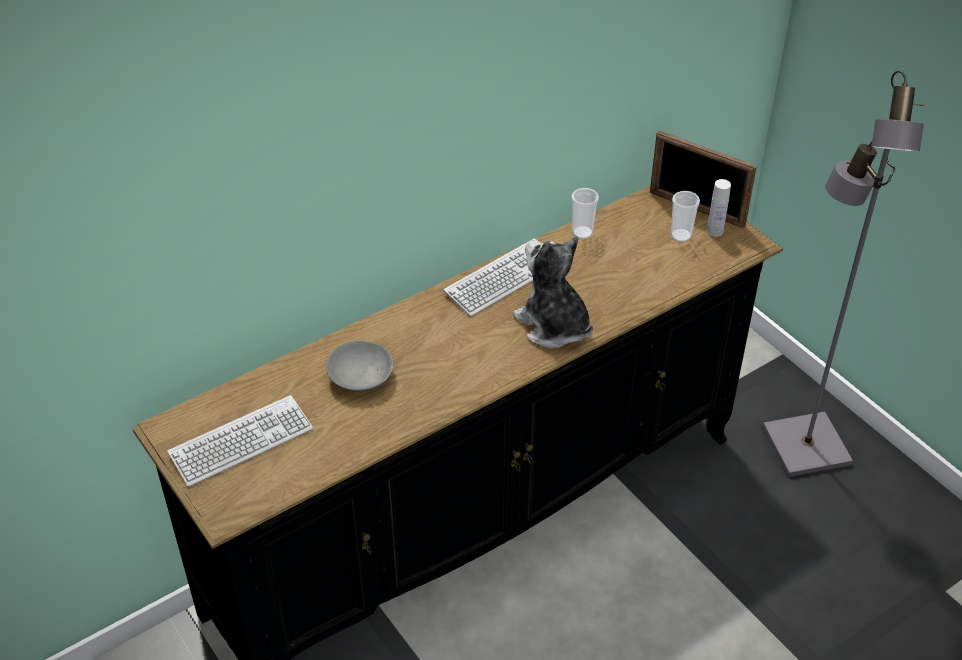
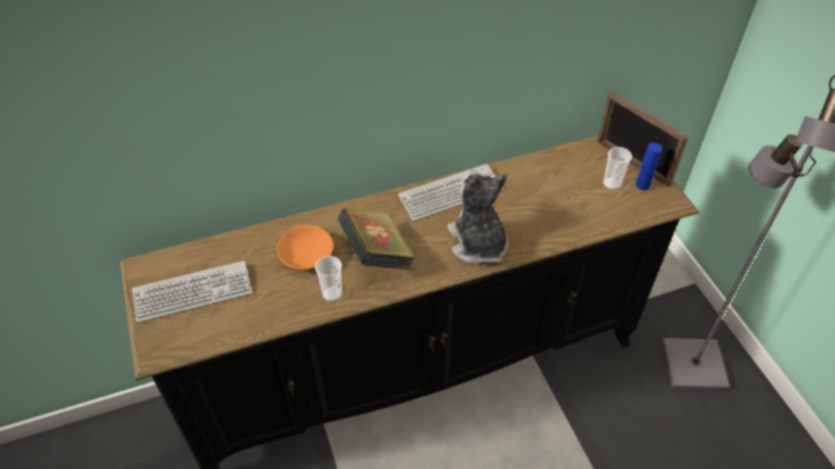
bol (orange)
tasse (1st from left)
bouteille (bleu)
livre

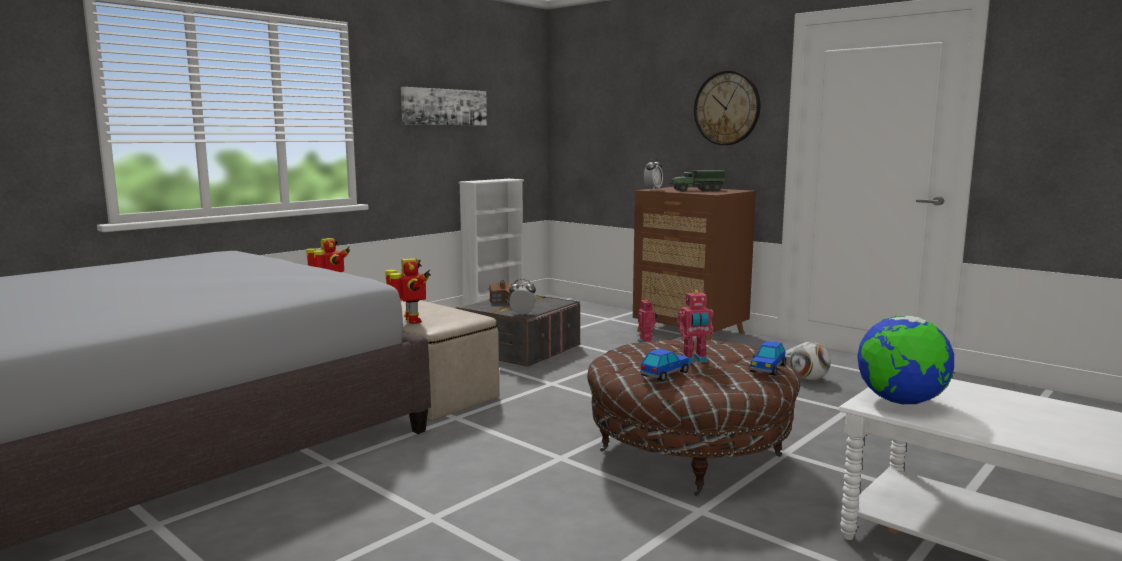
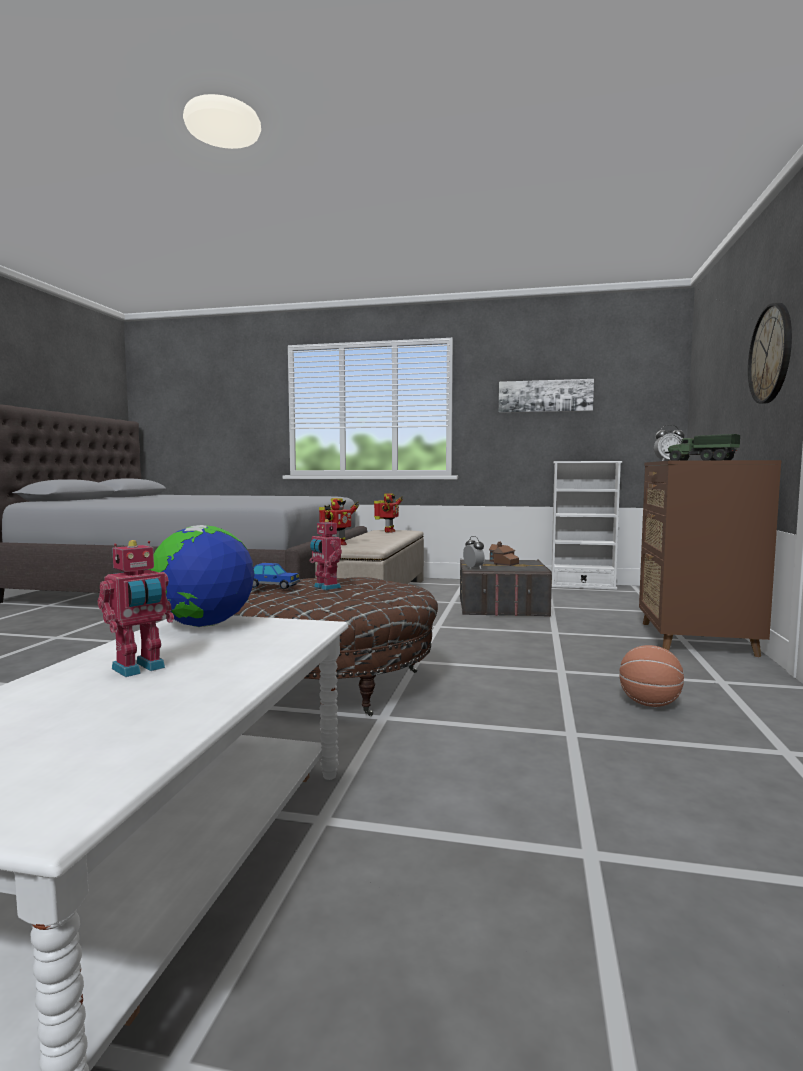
robot jouet (1st from left)
petite voiture (2nd from left in the first image)
ballon de basket

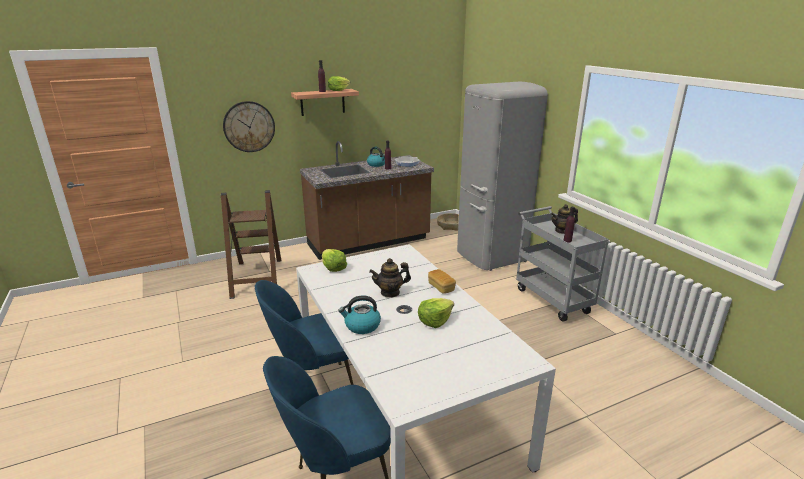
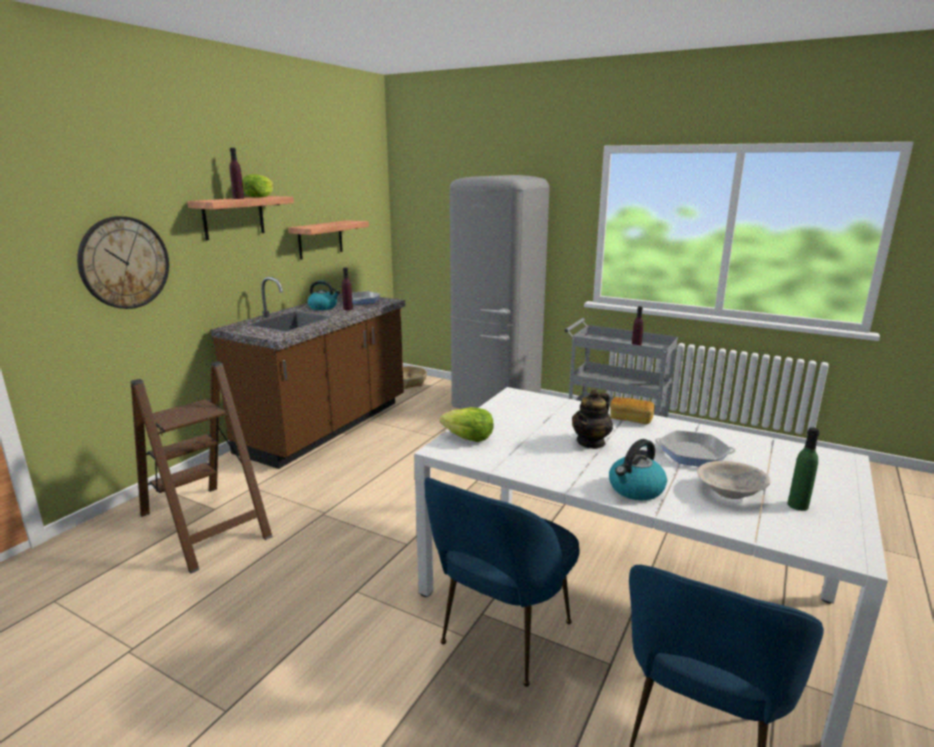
poêle (2nd from left)
théière (2nd from left in the first image)
étagère (2nd from left)
bol (beige)
bouteille (vert)

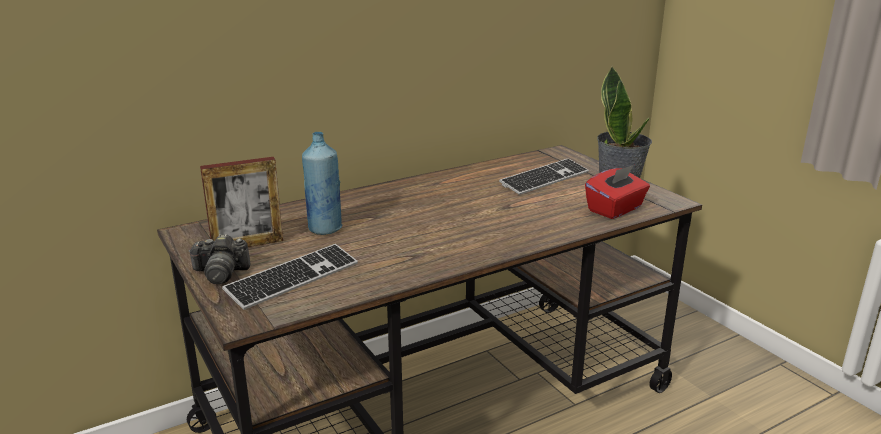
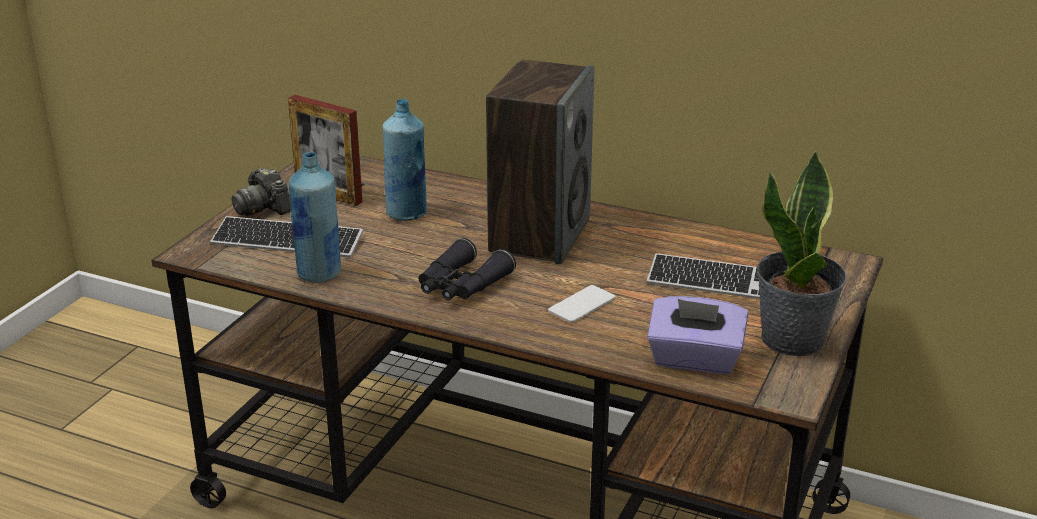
boîte à mouchoirs (violet)
bouteille (bleu) (1st from left)
jumelles (noir)
enceinte
téléphone

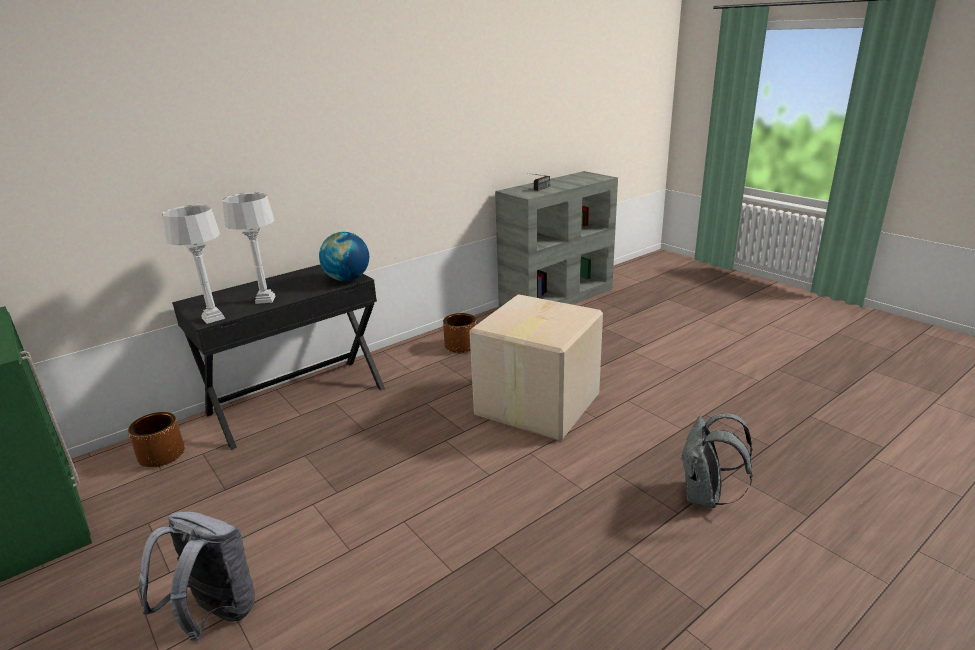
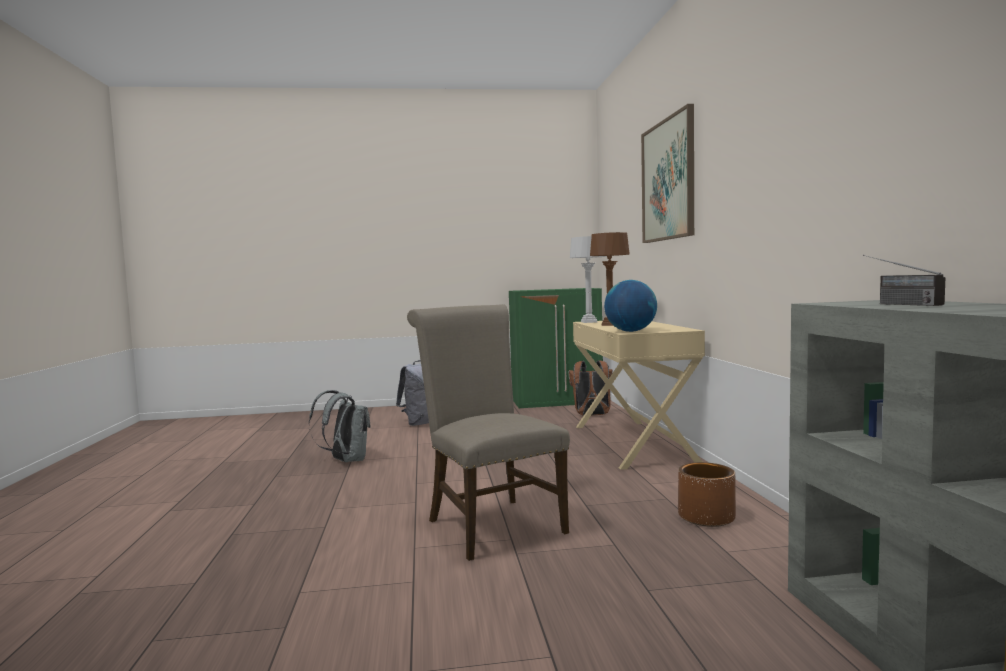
sac à dos (marron)
bureau (beige)
lampe de table (marron)
chaise (beige)
sac à dos (gris) (1st from left)
tableau

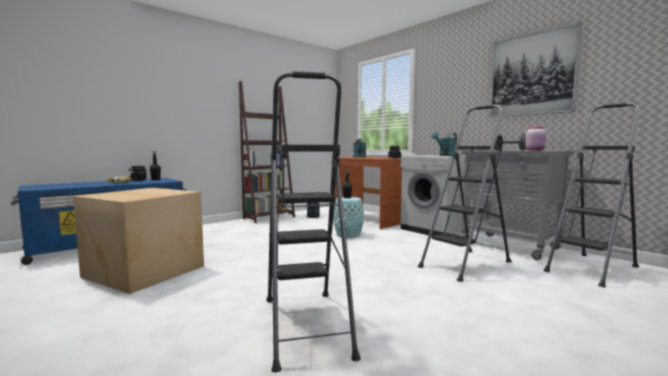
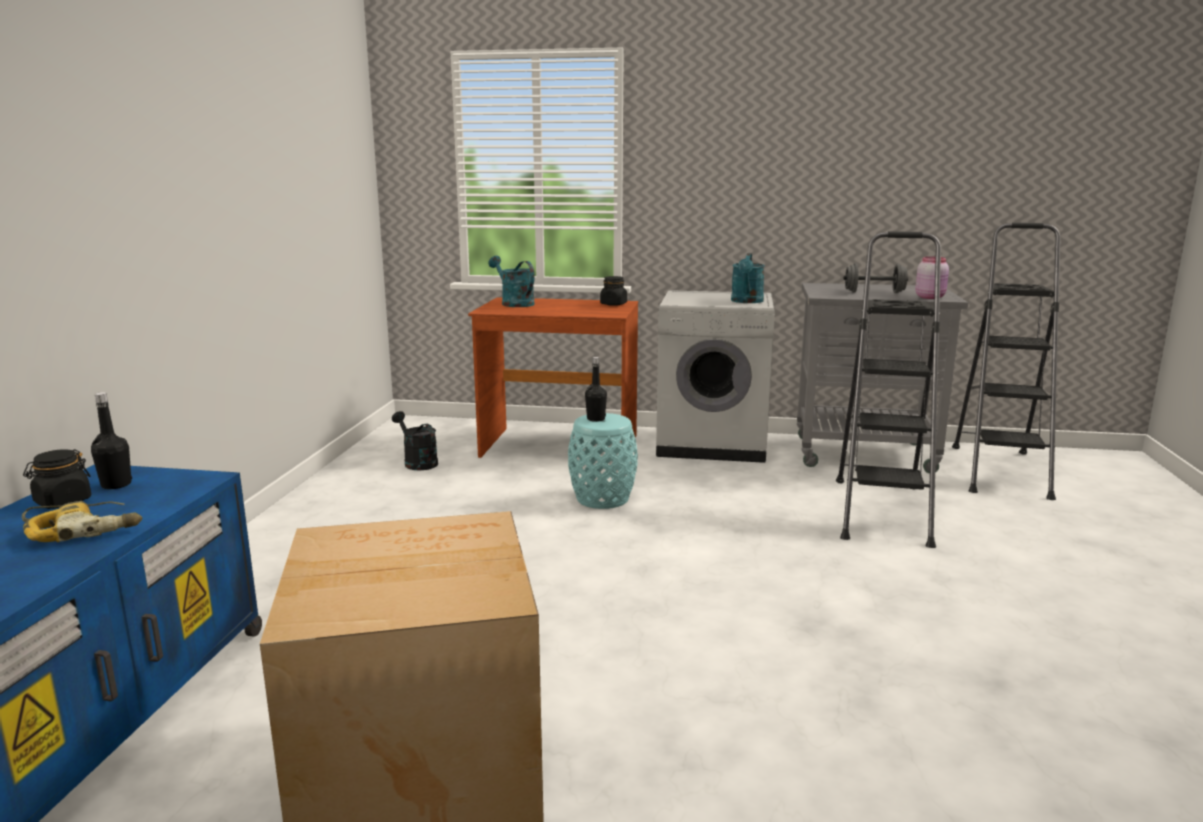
bibliothèque (marron)
escabeau (1st from left in the first image)
tableau

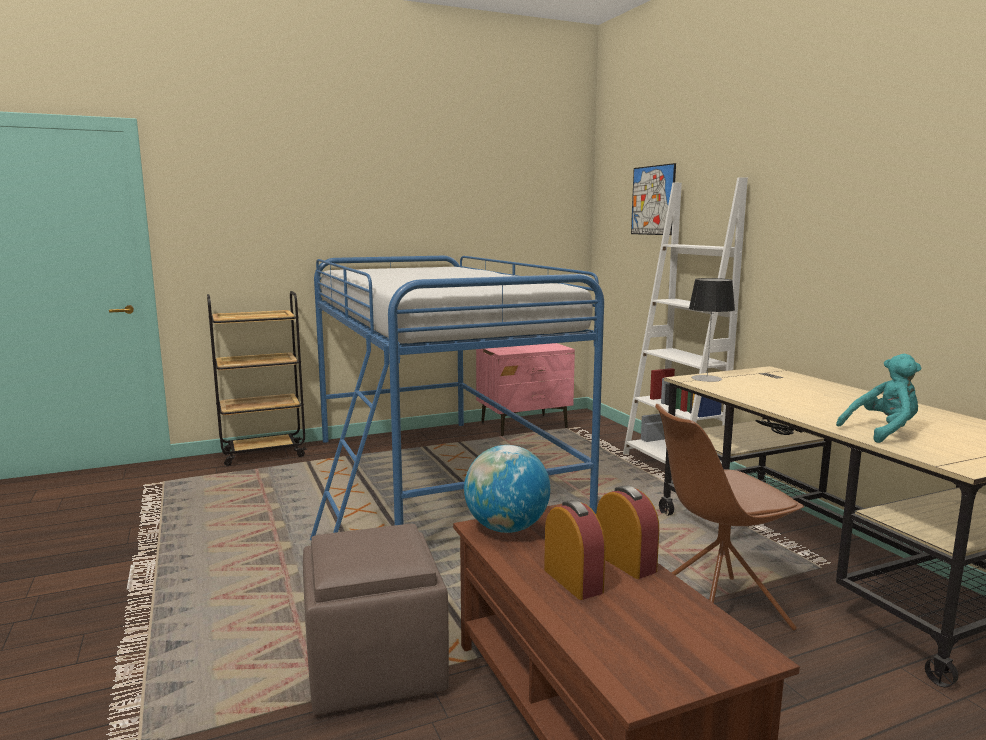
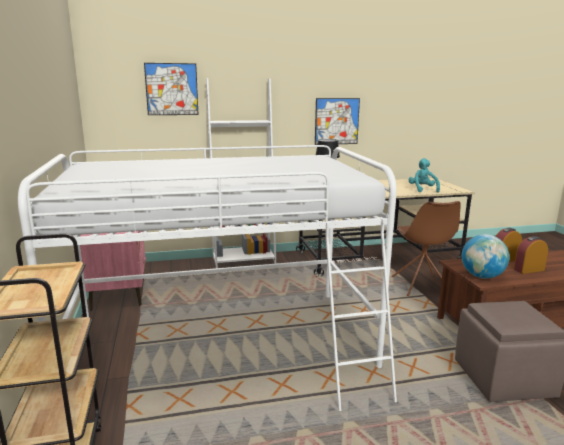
lit (blanc)
tableau (2nd from left)

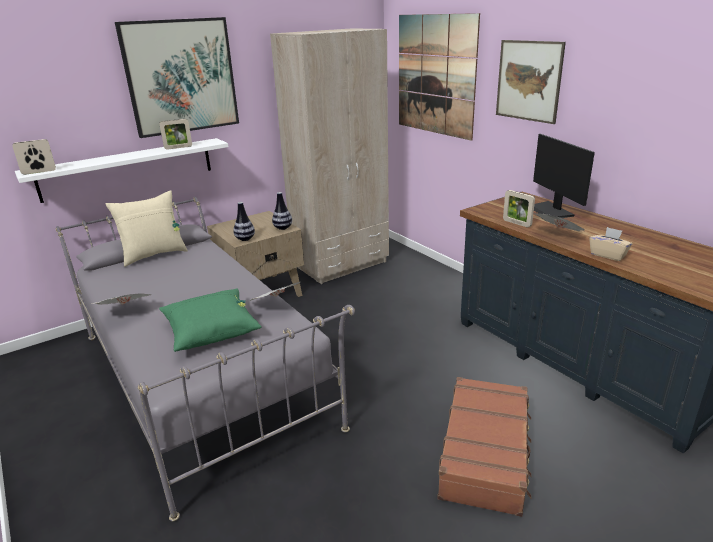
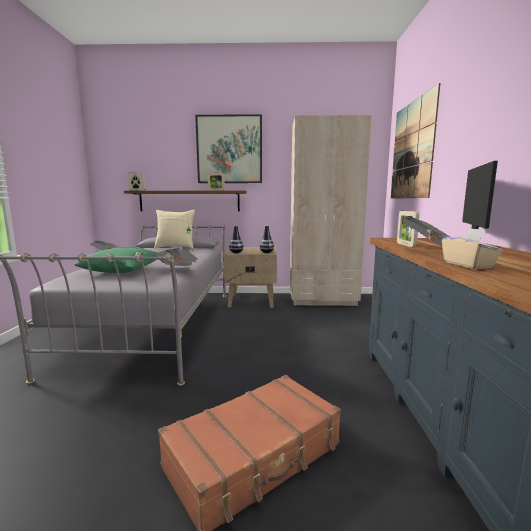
étagère (marron)
tableau (3rd from left in the first image)

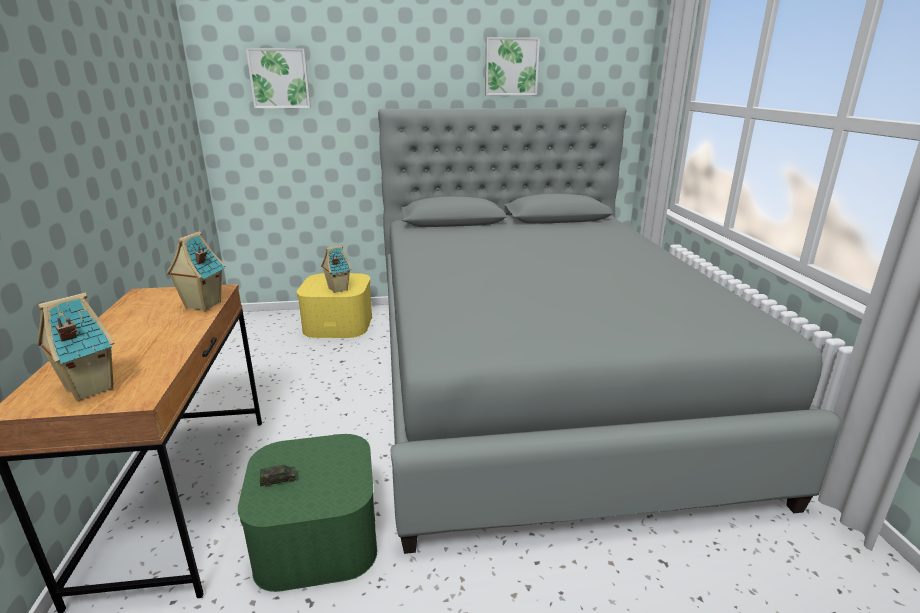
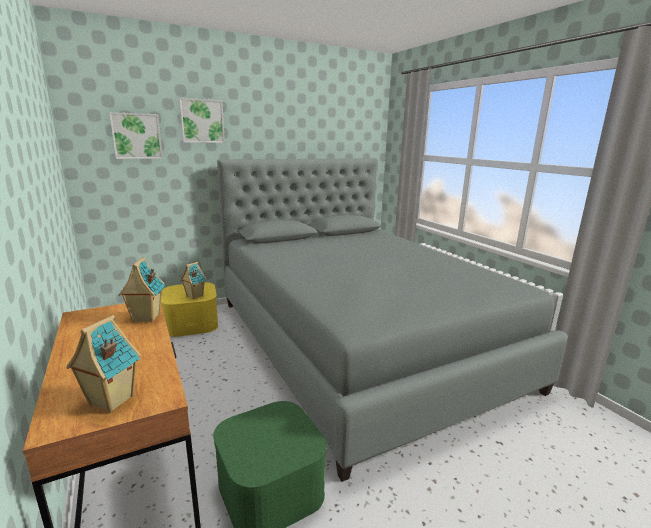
petite voiture
tableau (2nd from left)

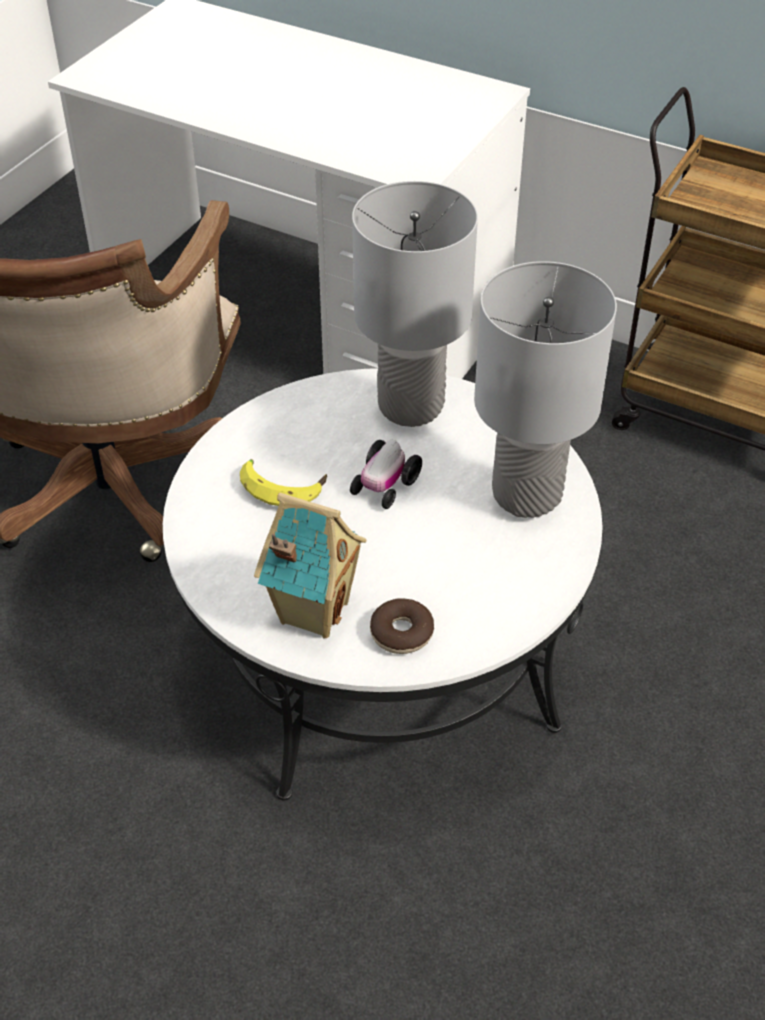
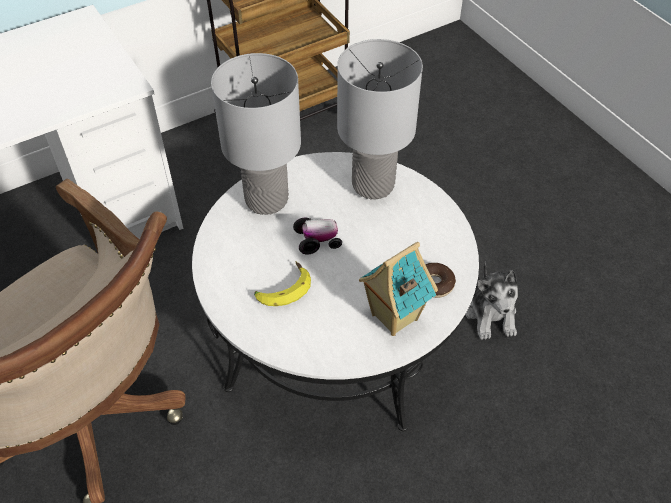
petite voiture
peluche

